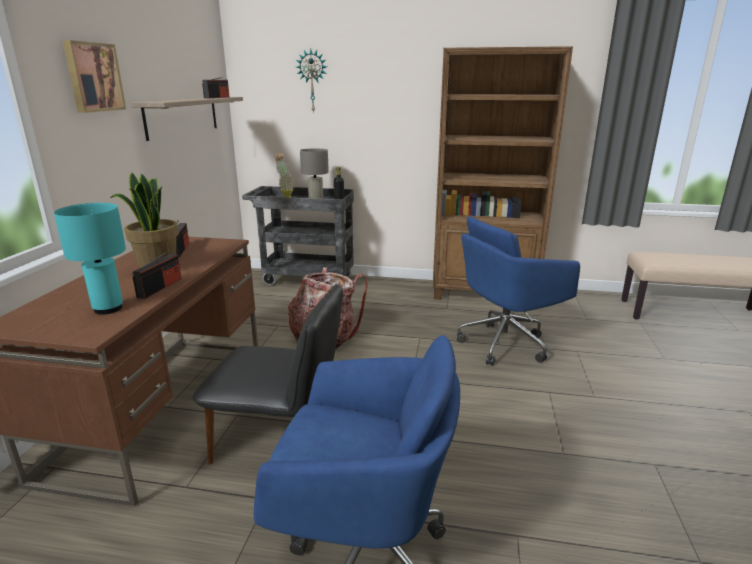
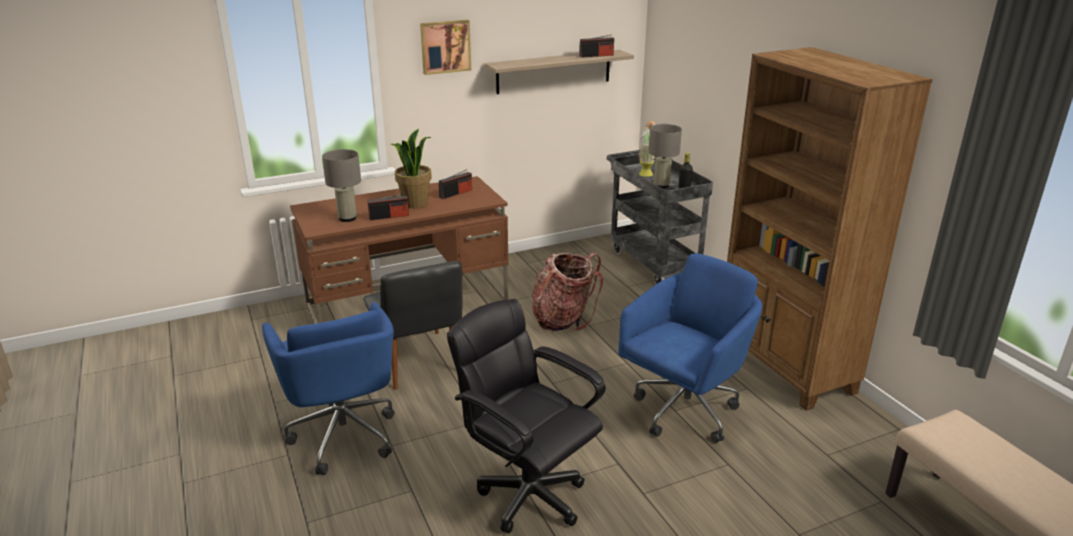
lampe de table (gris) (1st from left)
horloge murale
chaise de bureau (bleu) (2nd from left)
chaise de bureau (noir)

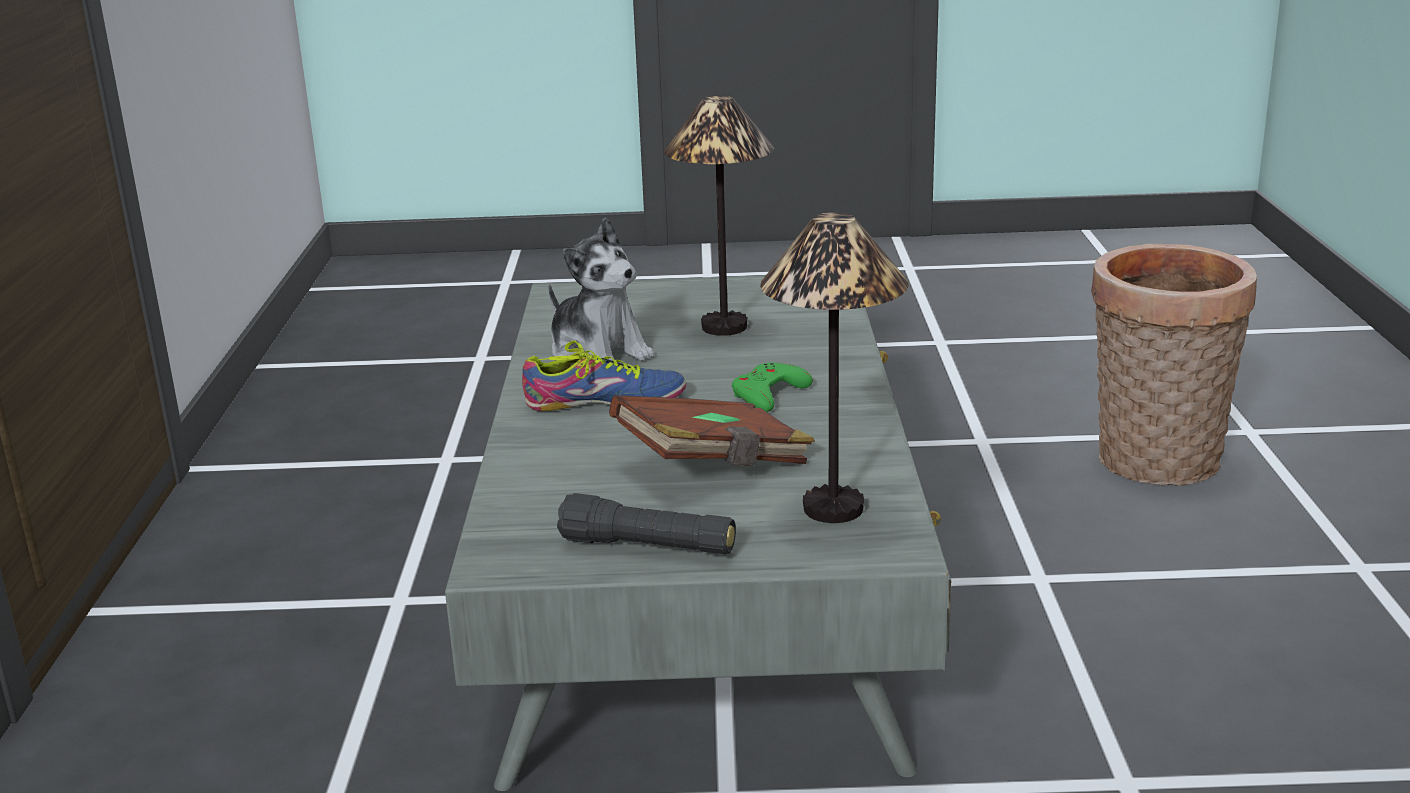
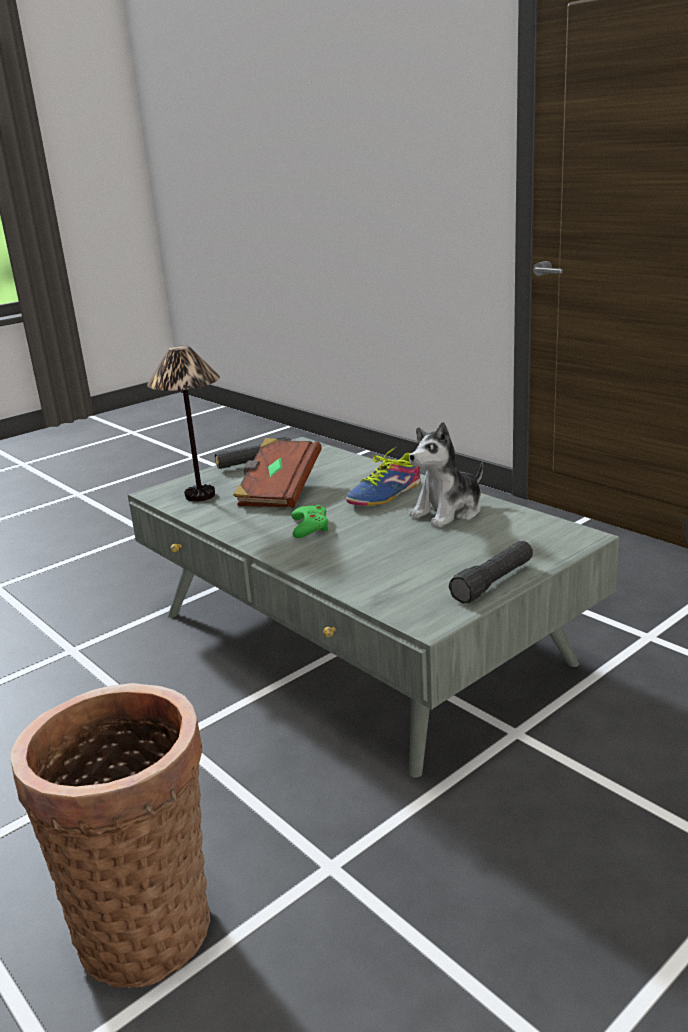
peluche
lampe de table (1st from left in the first image)
lampe de poche (noir) (2nd from left)

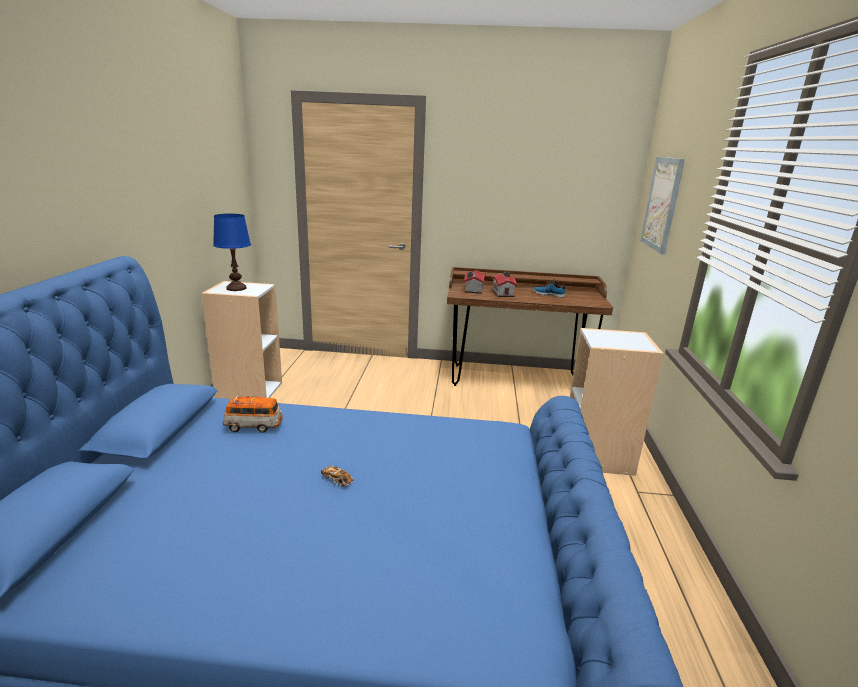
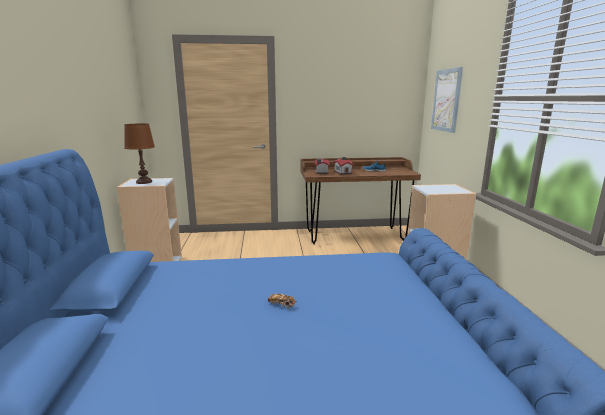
lampe de table (marron)
petite voiture (1st from left in the first image)

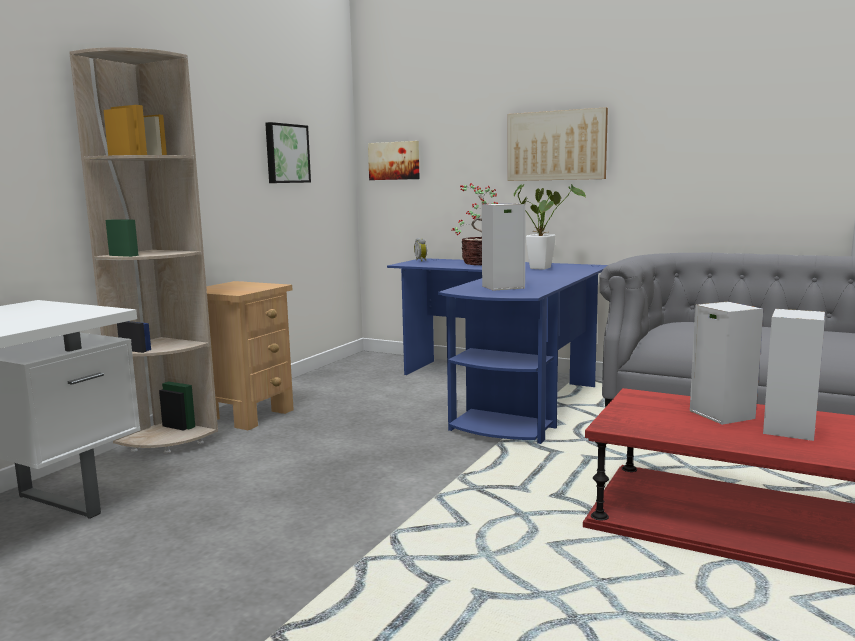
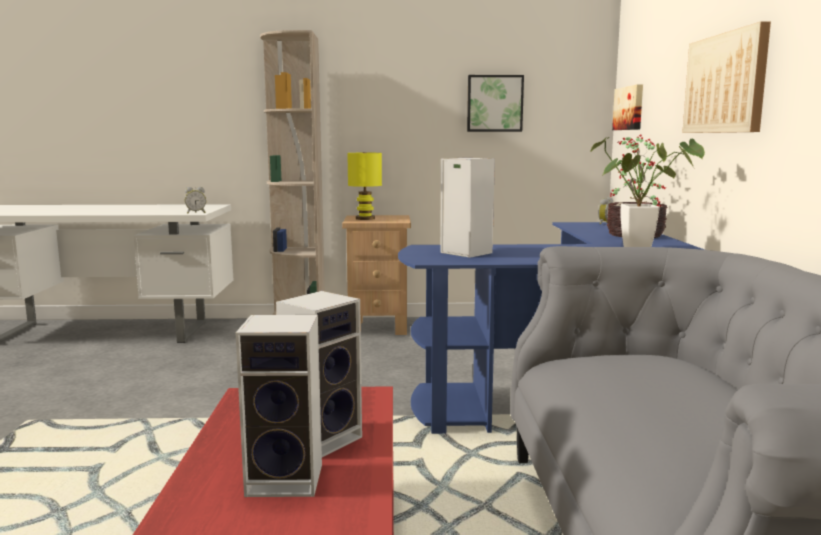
réveil (1st from left)
lampe de table (jaune)

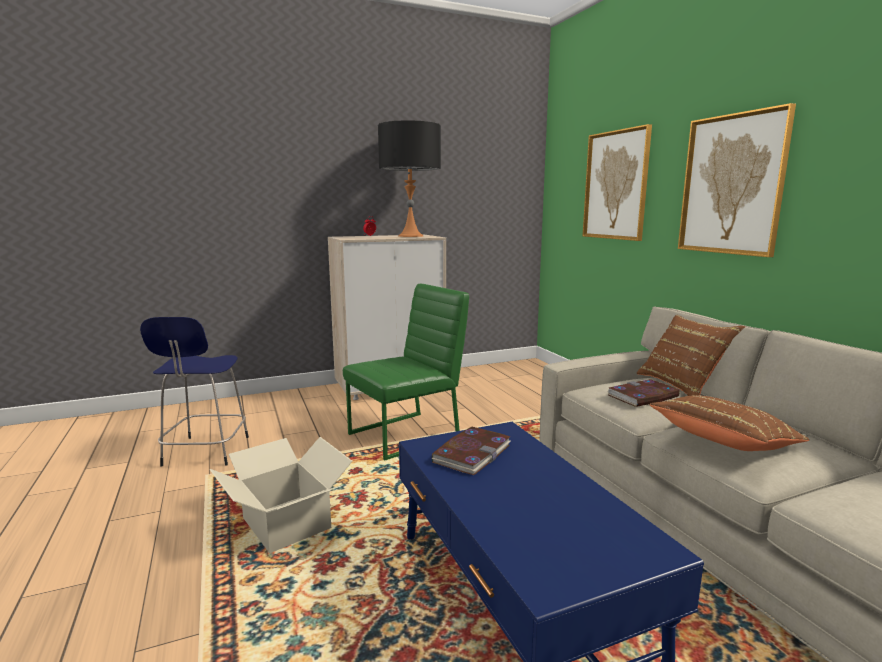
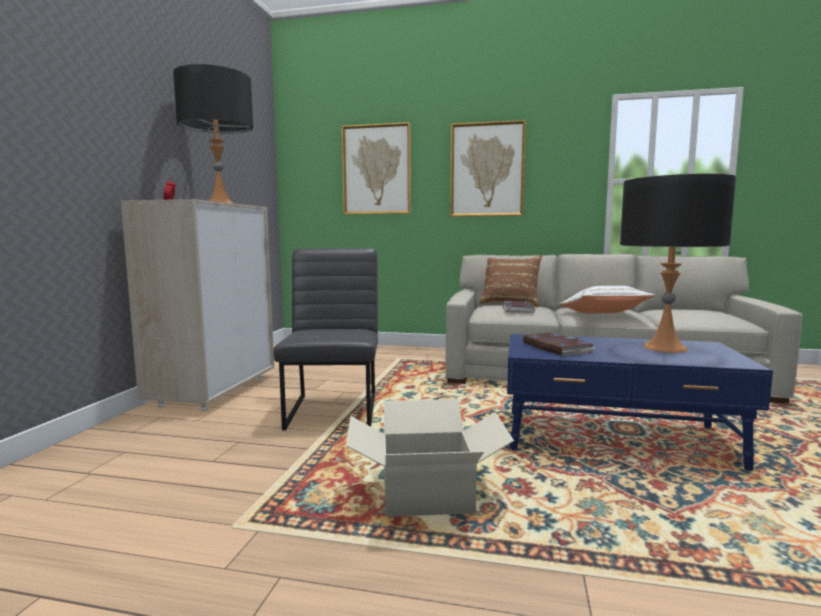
tabouret (bleu)
chaise (gris)
coussin (blanc)
lampe de table (noir) (2nd from left)

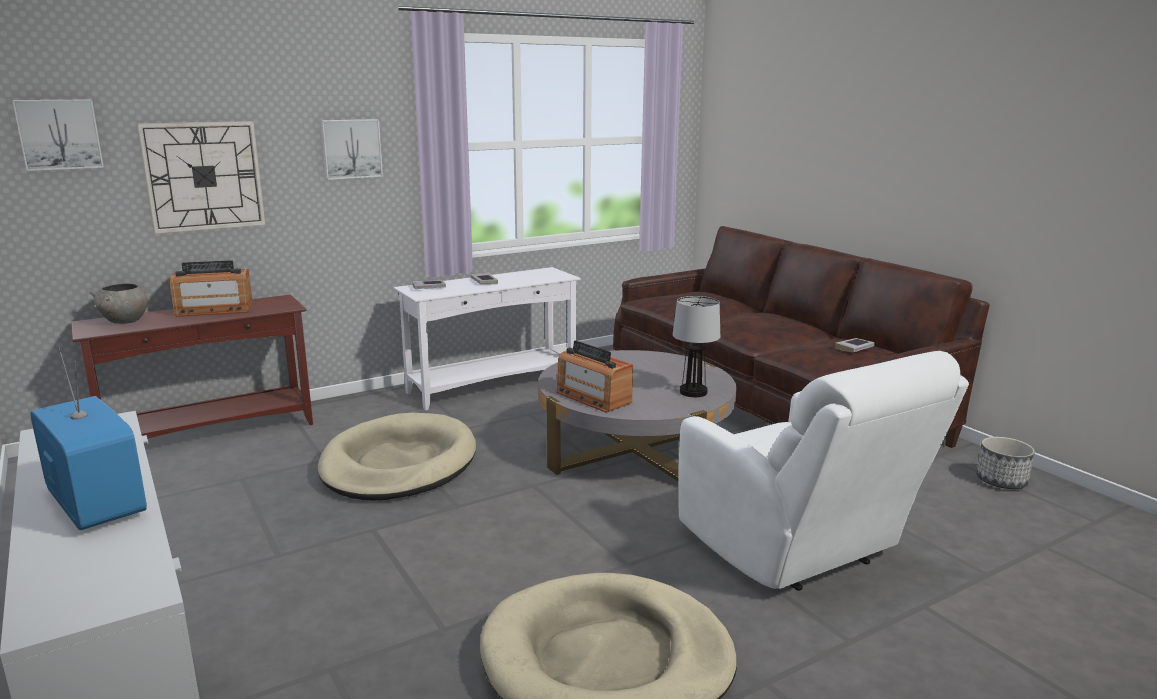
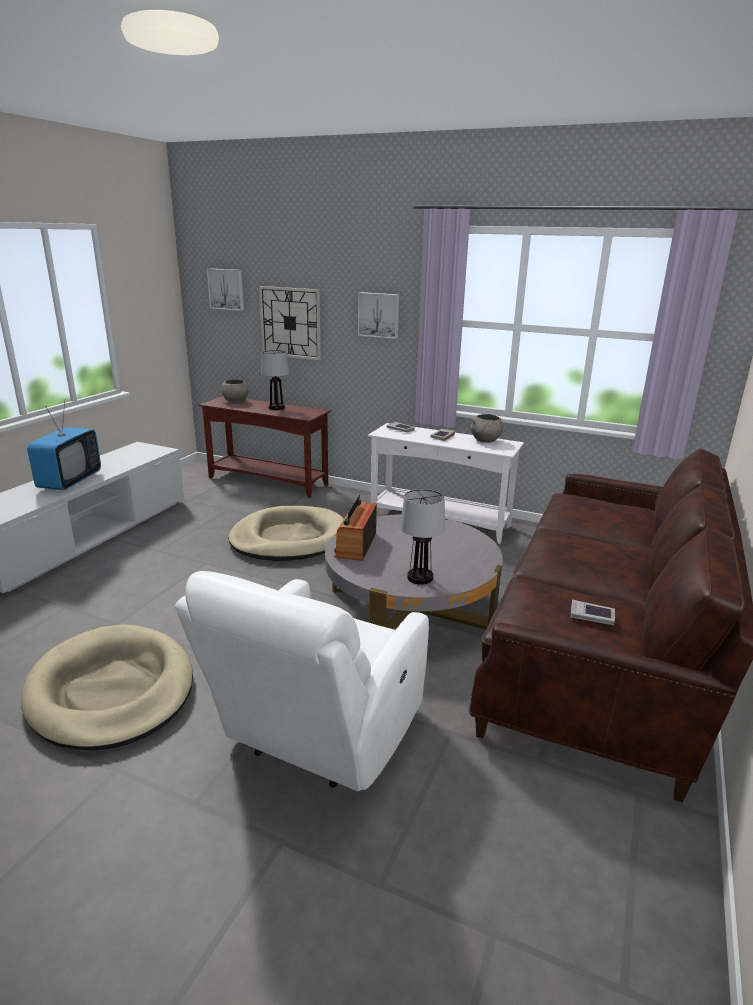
lampe de table (1st from left)
cache-pot
bol (gris) (2nd from left)

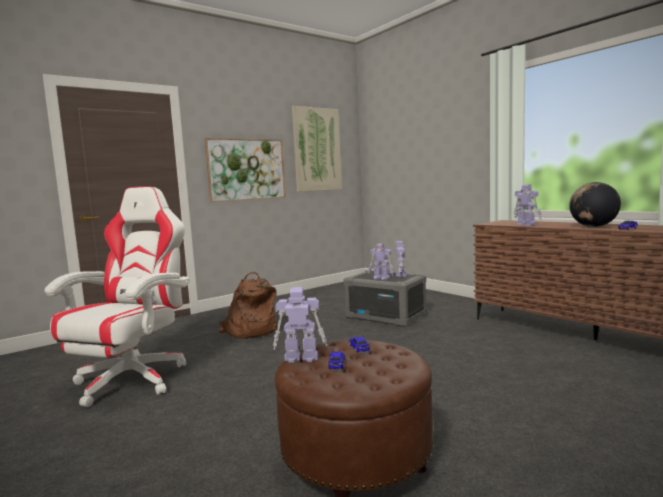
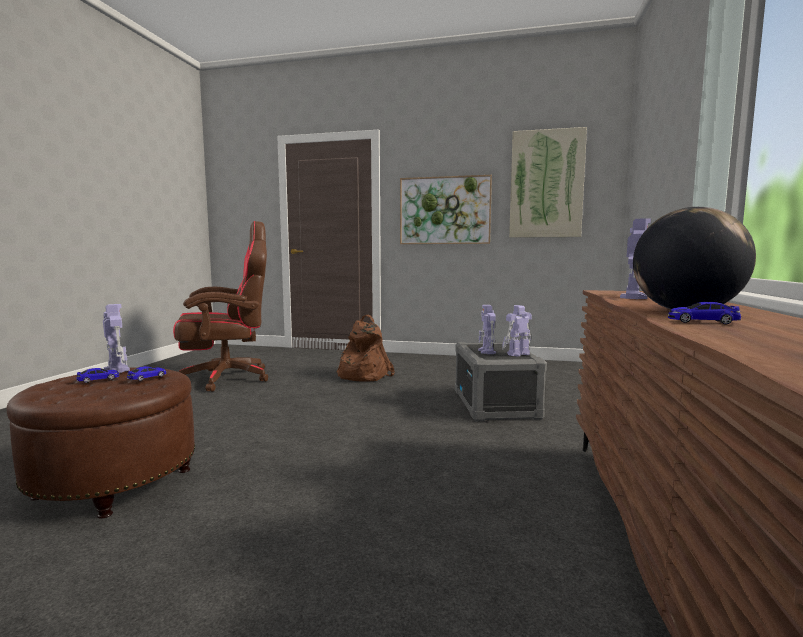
chaise de bureau (marron)

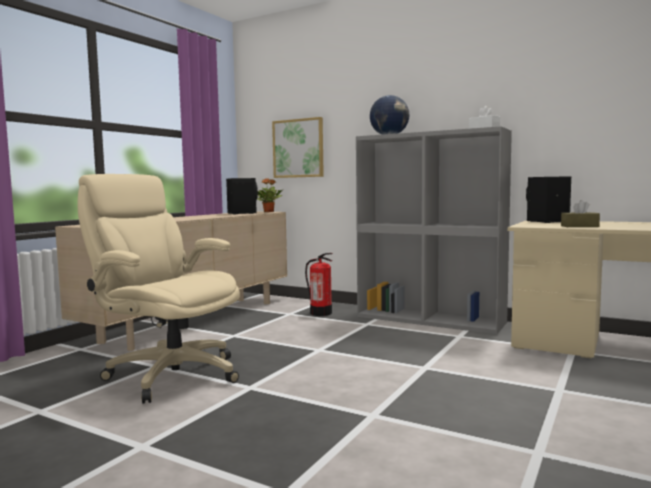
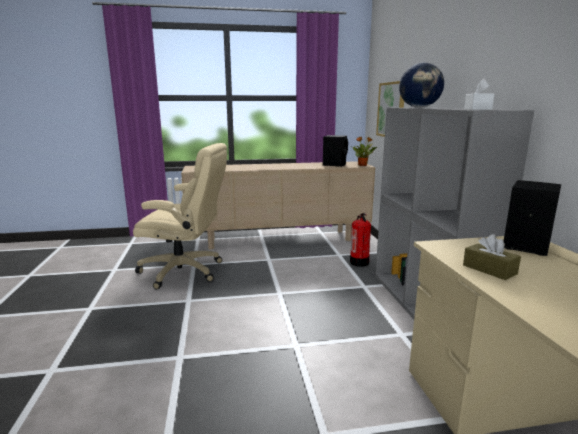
chaise de bureau (beige)

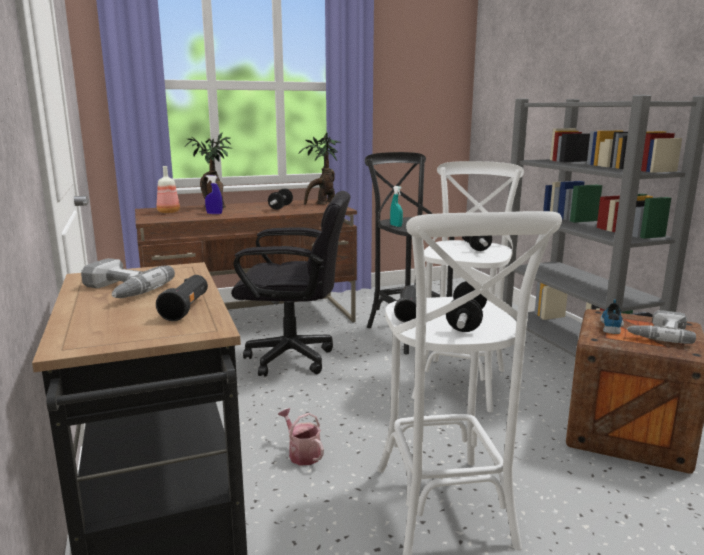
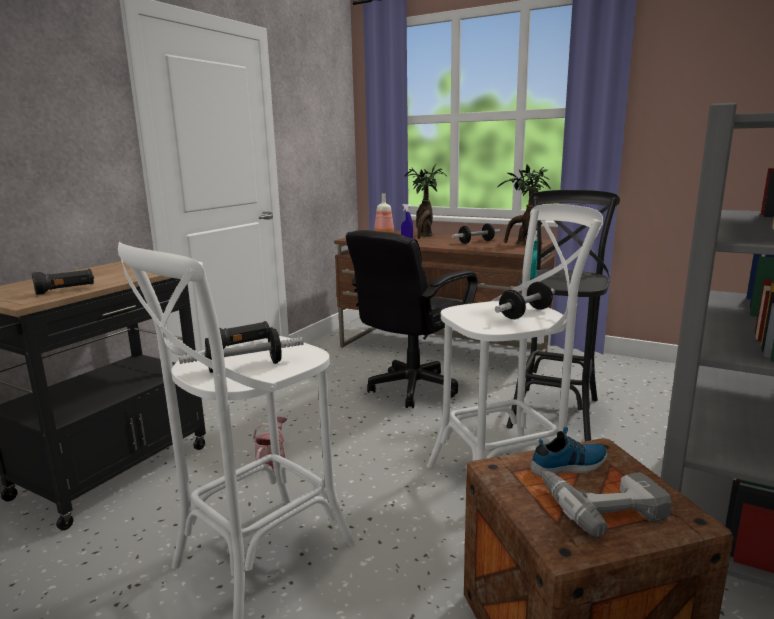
perceuse (1st from left in the first image)
chaise de bureau (noir)

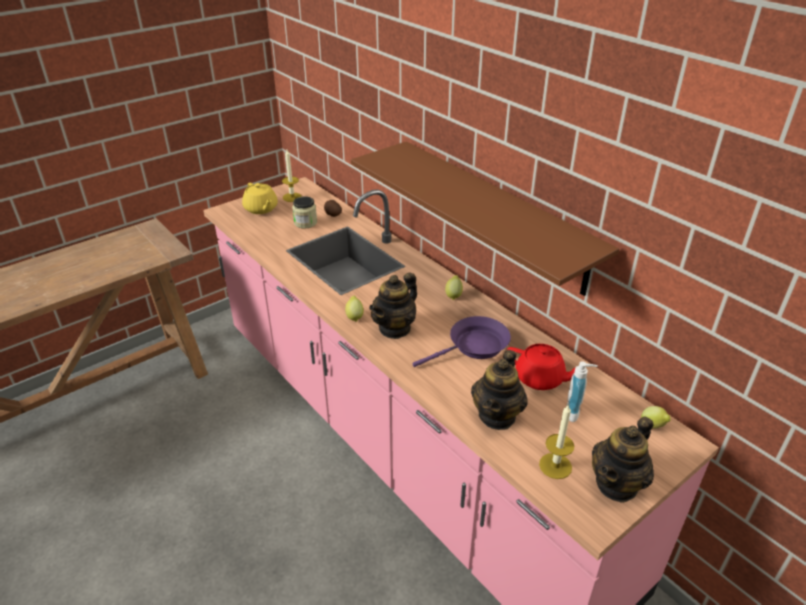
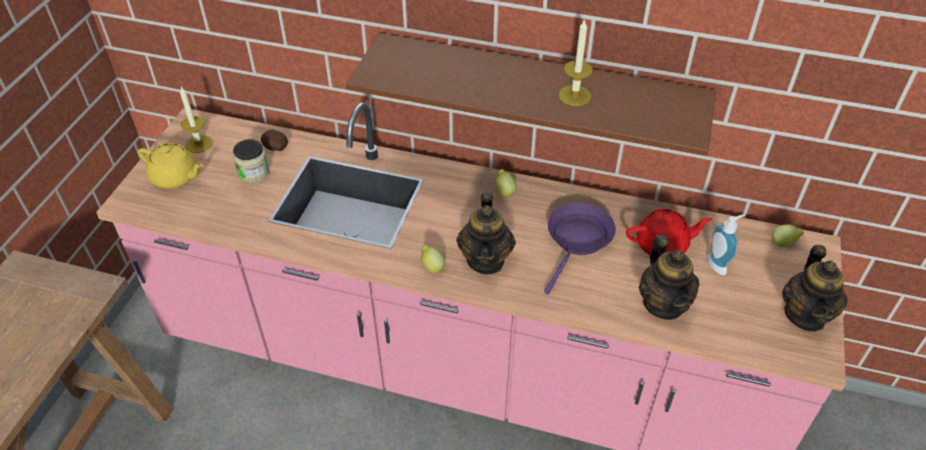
bougie (2nd from left)

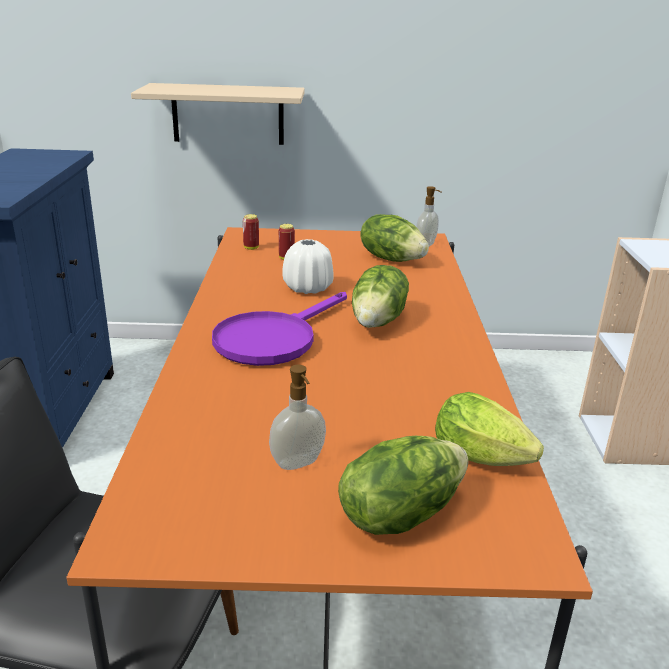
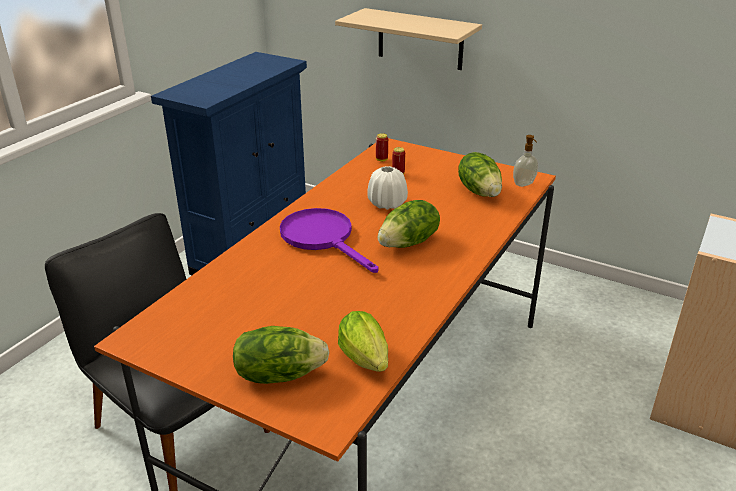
poêle (violet)
distributeur de savon (1st from left in the first image)

